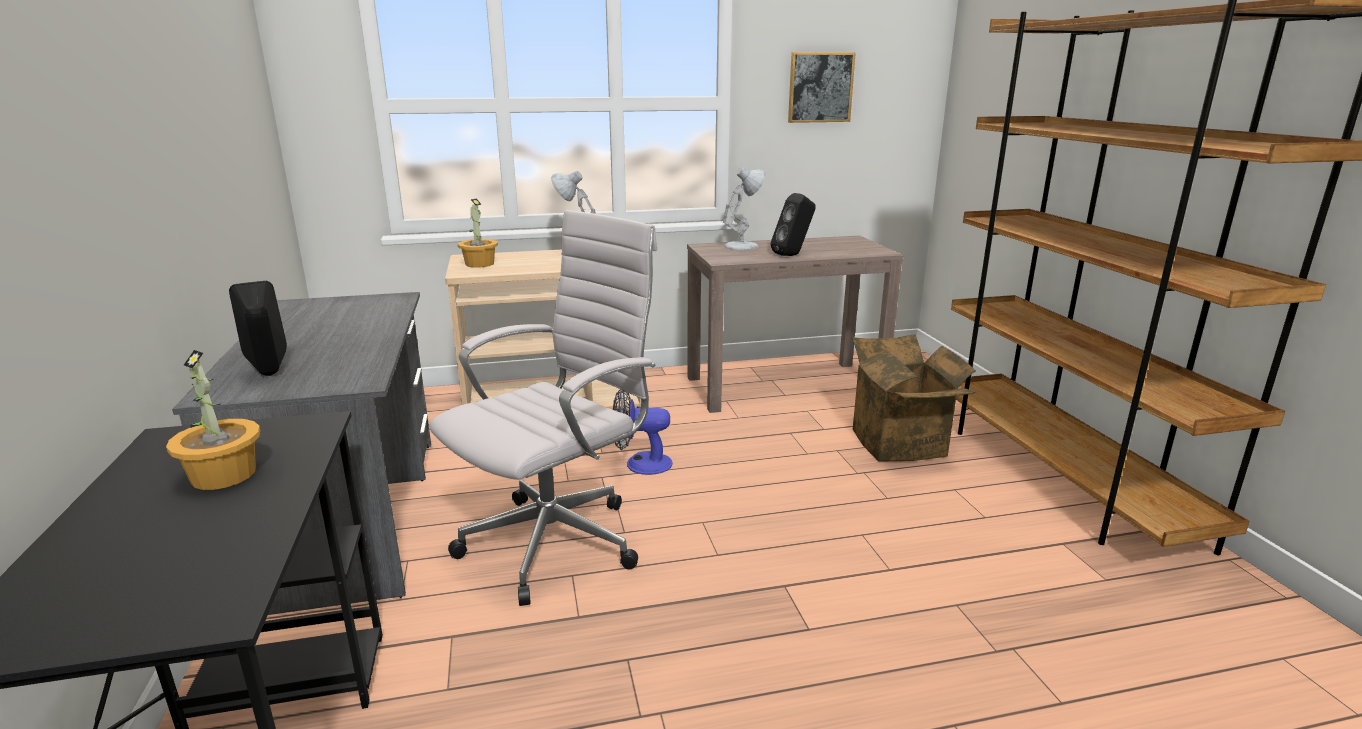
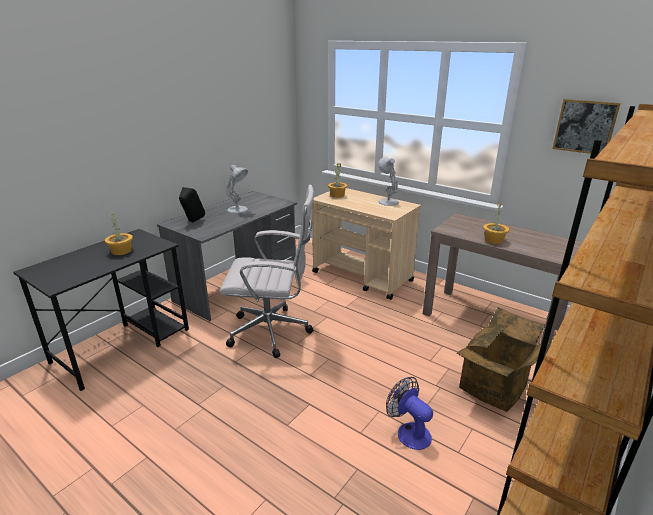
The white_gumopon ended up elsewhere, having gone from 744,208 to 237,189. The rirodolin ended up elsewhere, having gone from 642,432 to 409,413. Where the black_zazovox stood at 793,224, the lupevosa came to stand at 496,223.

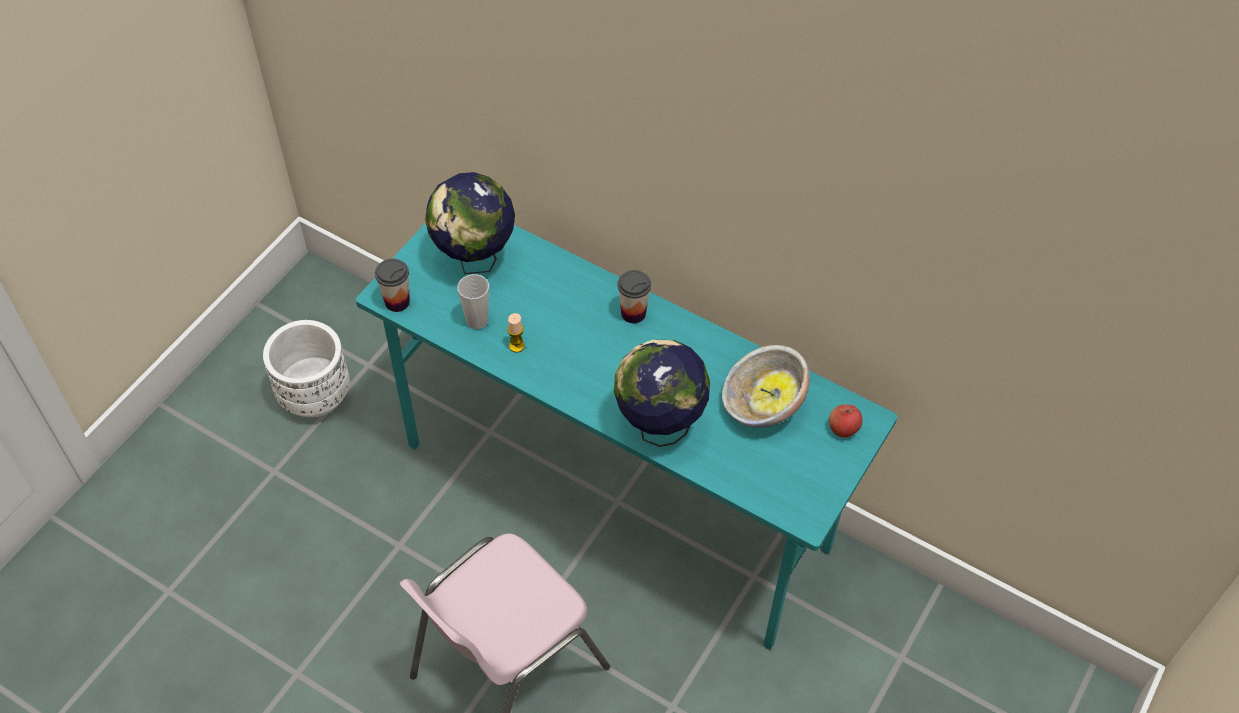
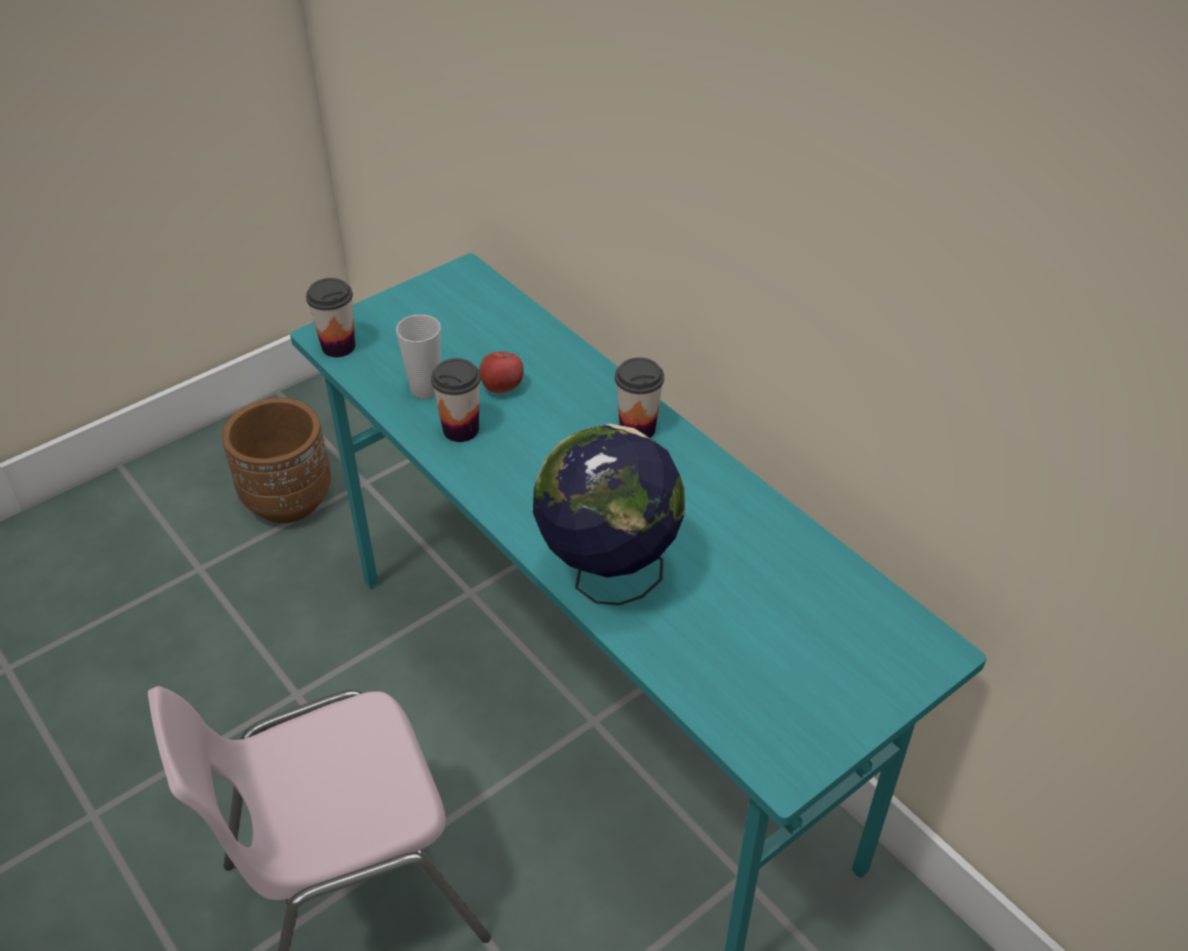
What was the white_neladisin at 306,369 turned into the brown_neladisin at 276,460. Where the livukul stood at 516,333, the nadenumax came to stand at 456,400. The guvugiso ended up elsewhere, having gone from 845,421 to 501,372. The second view lost the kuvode at 470,223. The second view lost the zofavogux at 766,386.

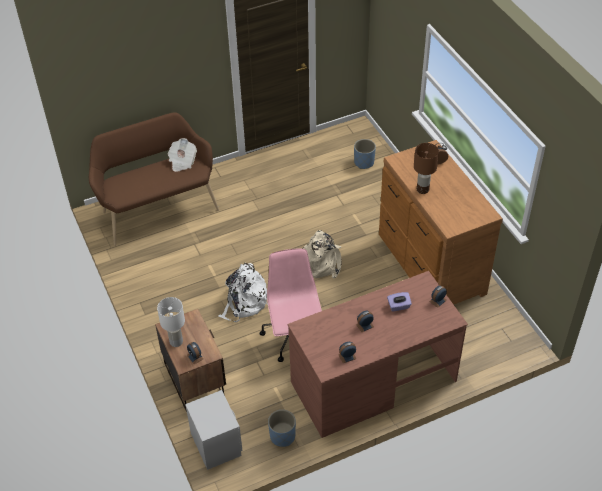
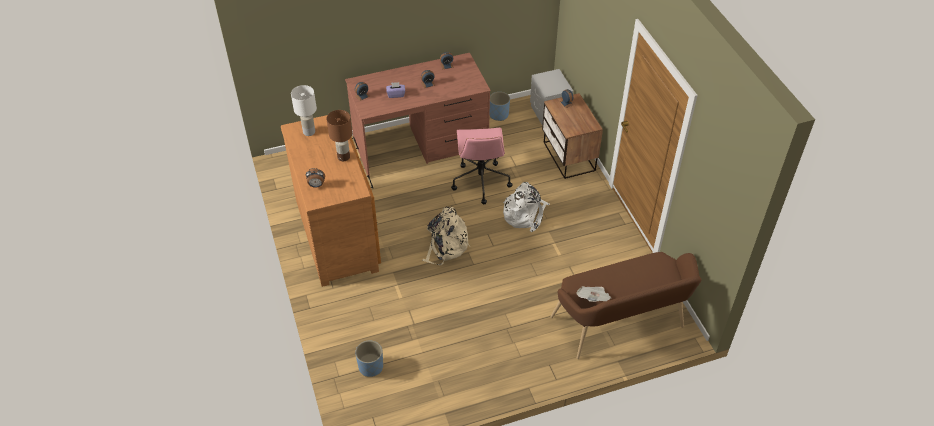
The white_gumopon ended up elsewhere, having gone from 171,322 to 304,110.

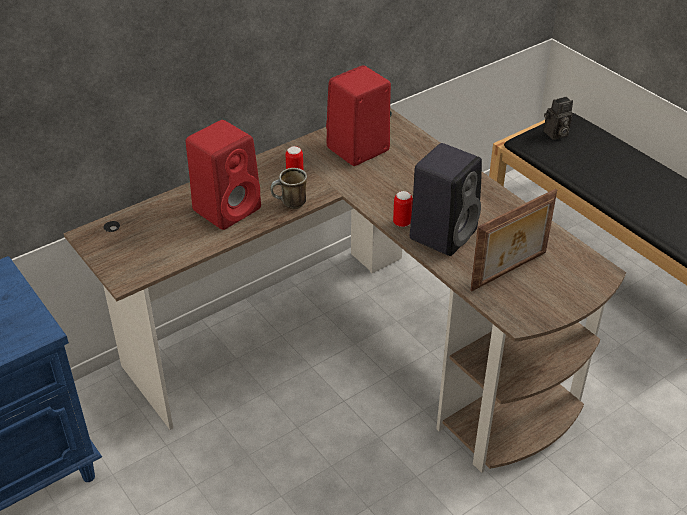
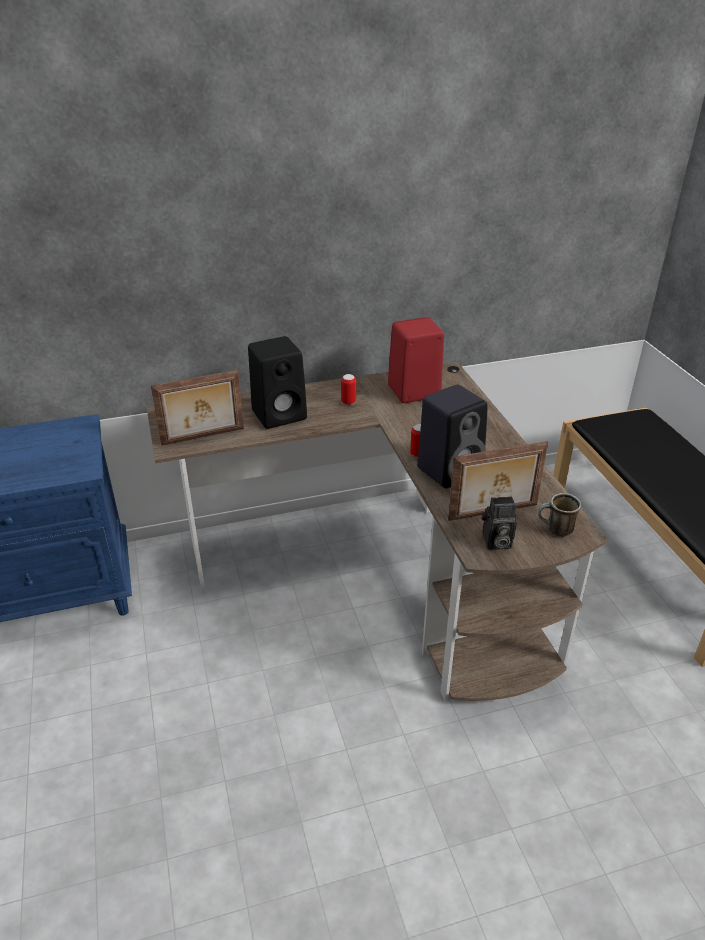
The second view gained the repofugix at 197,408. What was the red_zazovox at 223,175 turned into the black_zazovox at 277,382. The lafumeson ended up elsewhere, having gone from 558,118 to 499,523. The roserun ended up elsewhere, having gone from 288,188 to 559,515.

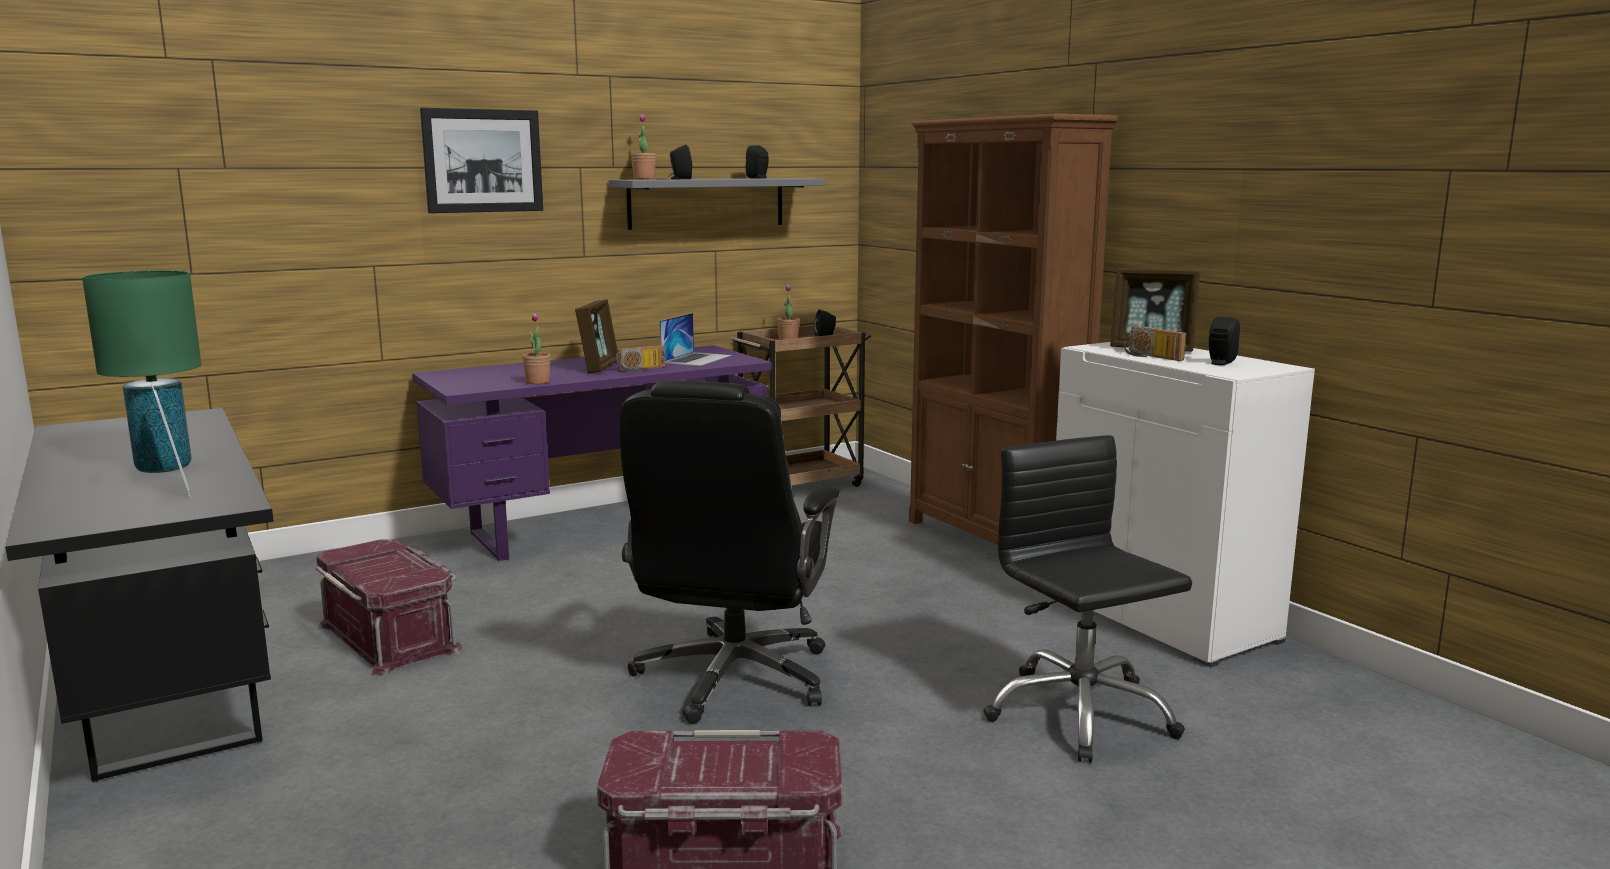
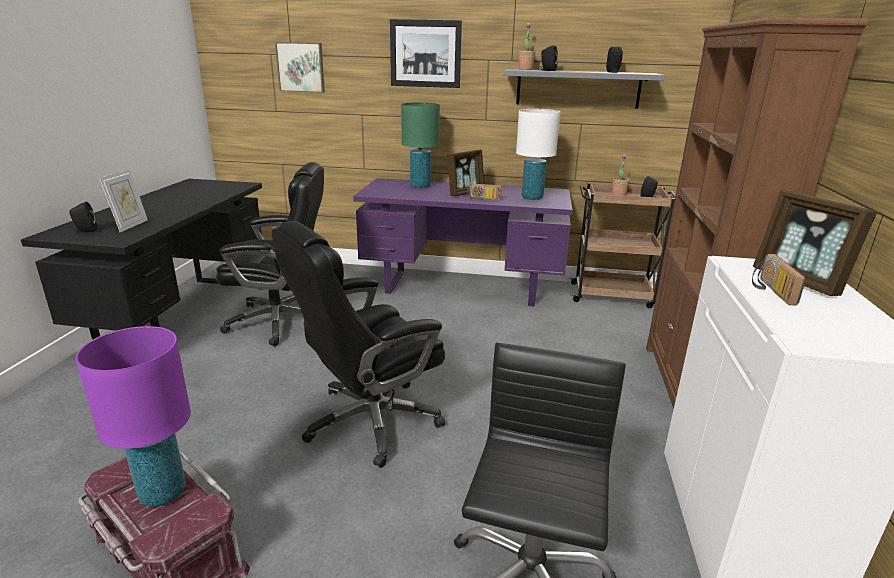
The black_zazovox ended up elsewhere, having gone from 1224,340 to 83,217. The second view gained the purple_gumopon at 133,416. Where the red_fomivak stood at 389,607, the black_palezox came to stand at 270,254. The second view gained the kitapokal at 300,67. The green_gumopon ended up elsewhere, having gone from 141,371 to 420,145. Where the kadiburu stood at 695,339, the white_gumopon came to stand at 538,154. The second view lost the lupevosa at 536,348.

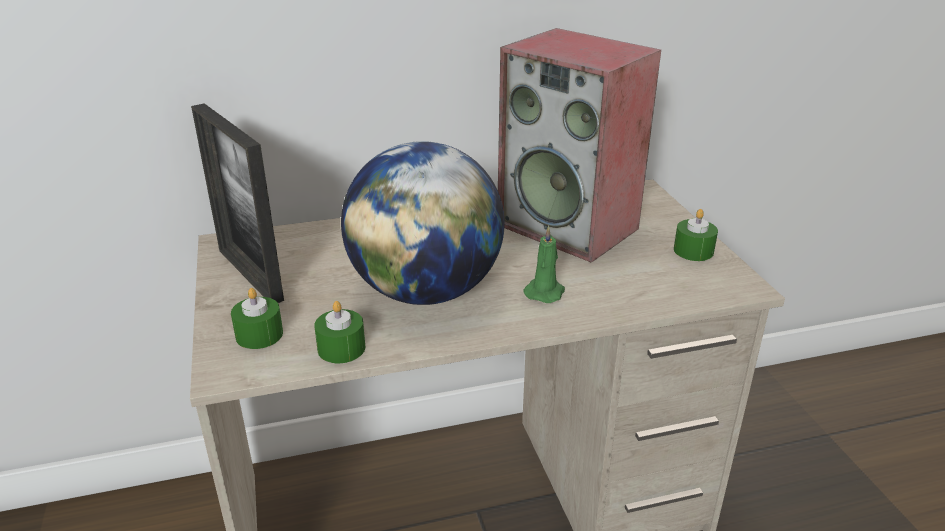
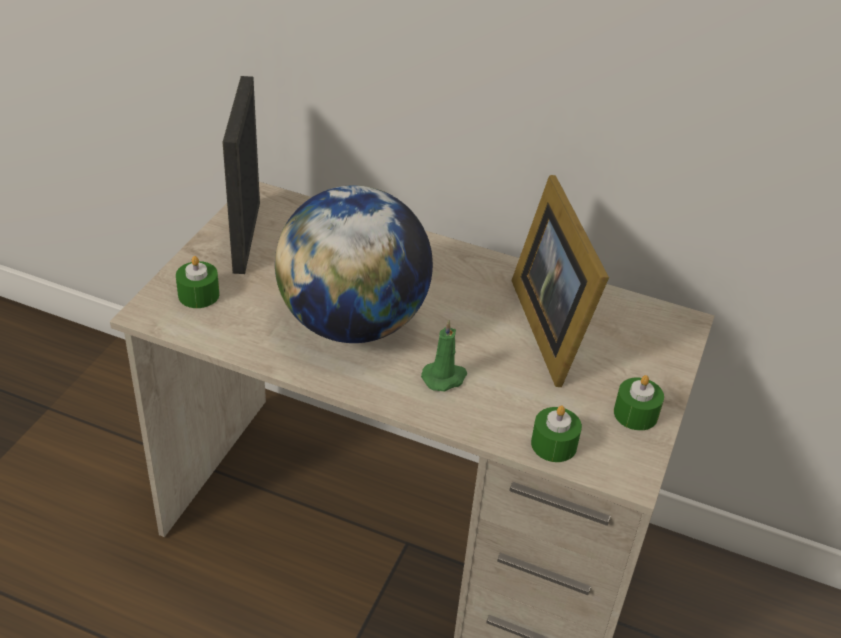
Where the zazovox stood at 579,145, the repofugix came to stand at 560,281. The green_livukul ended up elsewhere, having gone from 339,332 to 556,433.

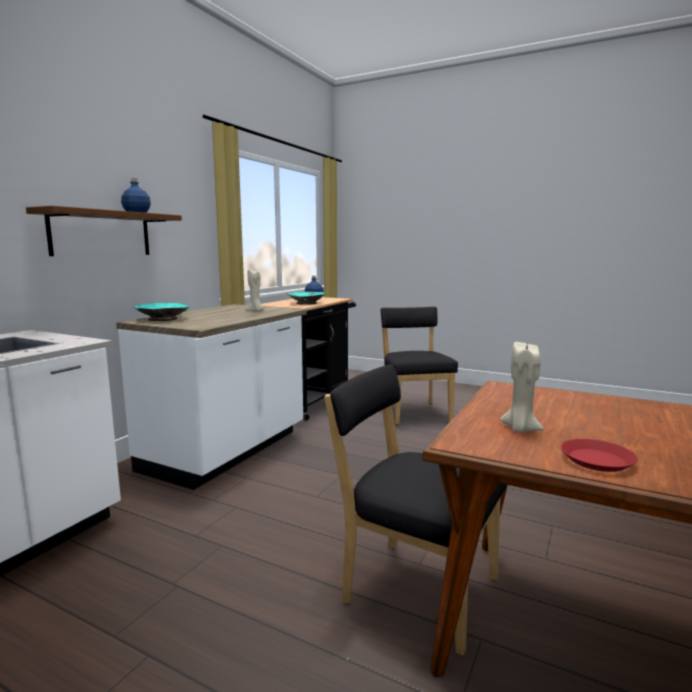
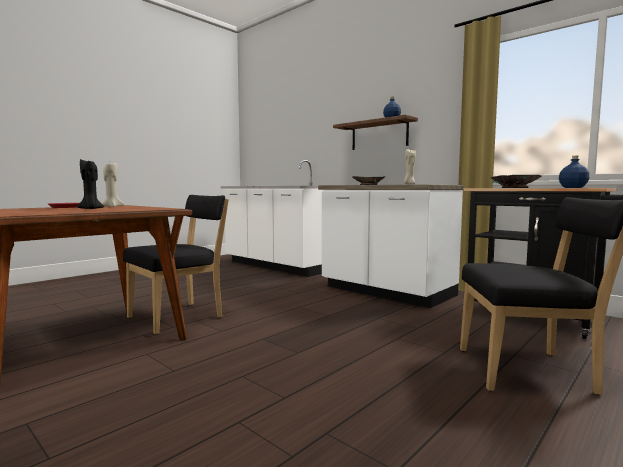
The second view gained the black_livukul at 91,184.

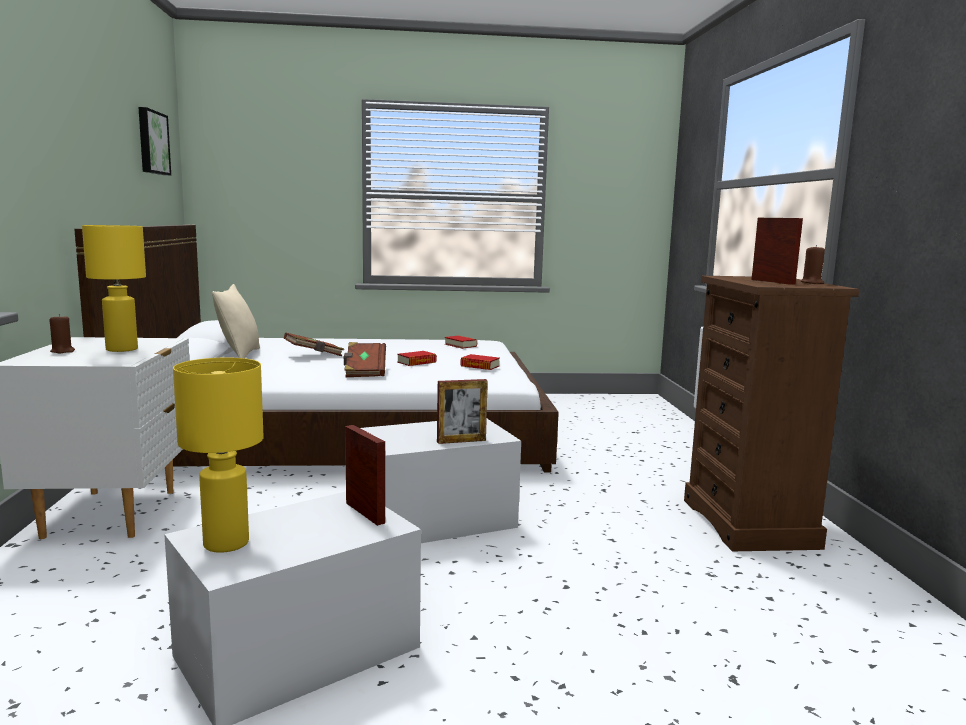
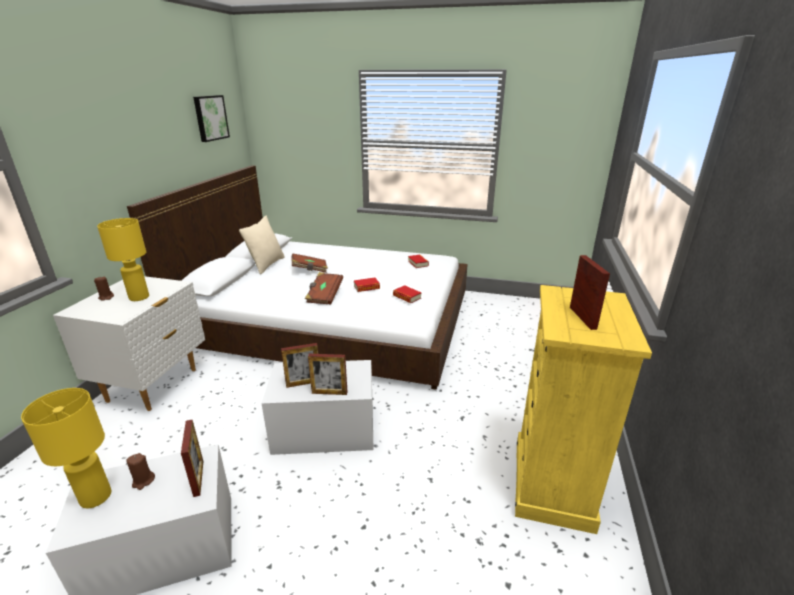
The brown_livukul ended up elsewhere, having gone from 813,264 to 141,471. The second view gained the repofugix at 299,365. What was the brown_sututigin at 771,413 turned into the yellow_sututigin at 583,409.

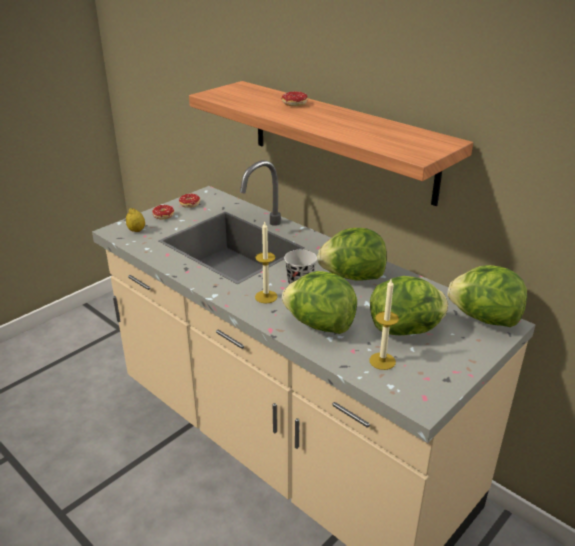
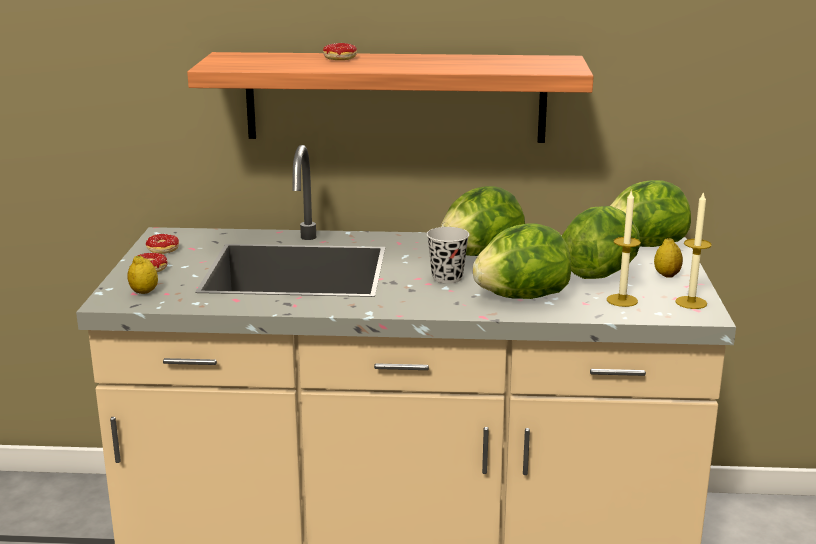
The second view gained the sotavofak at 668,258. The livukul ended up elsewhere, having gone from 266,263 to 693,250.

